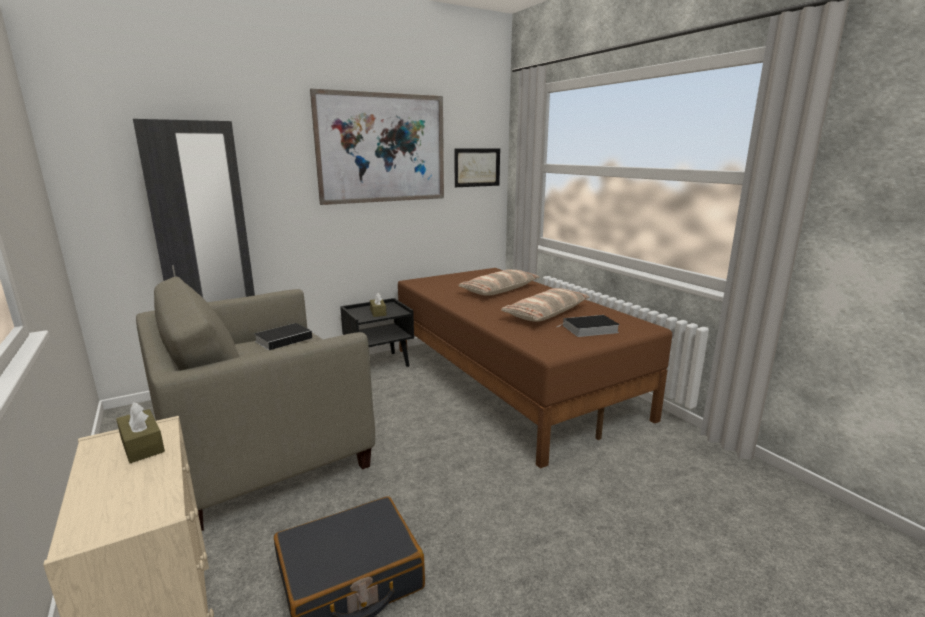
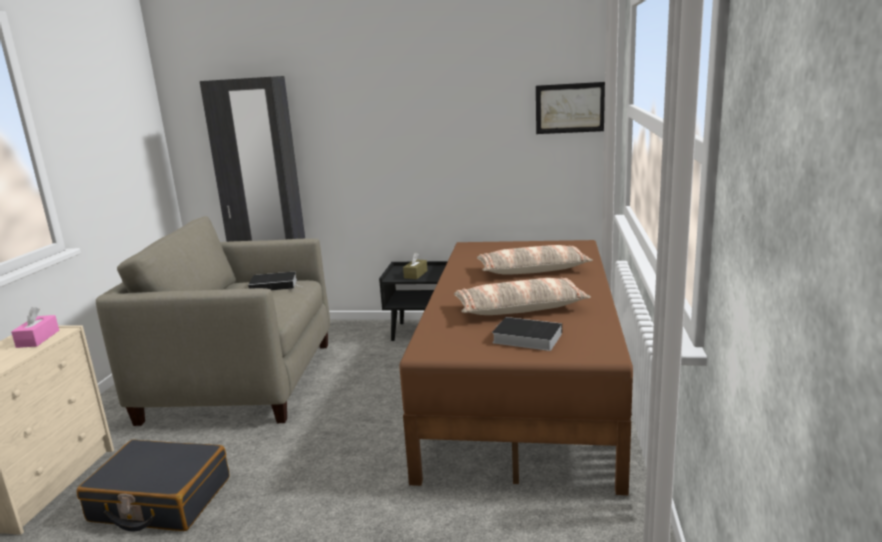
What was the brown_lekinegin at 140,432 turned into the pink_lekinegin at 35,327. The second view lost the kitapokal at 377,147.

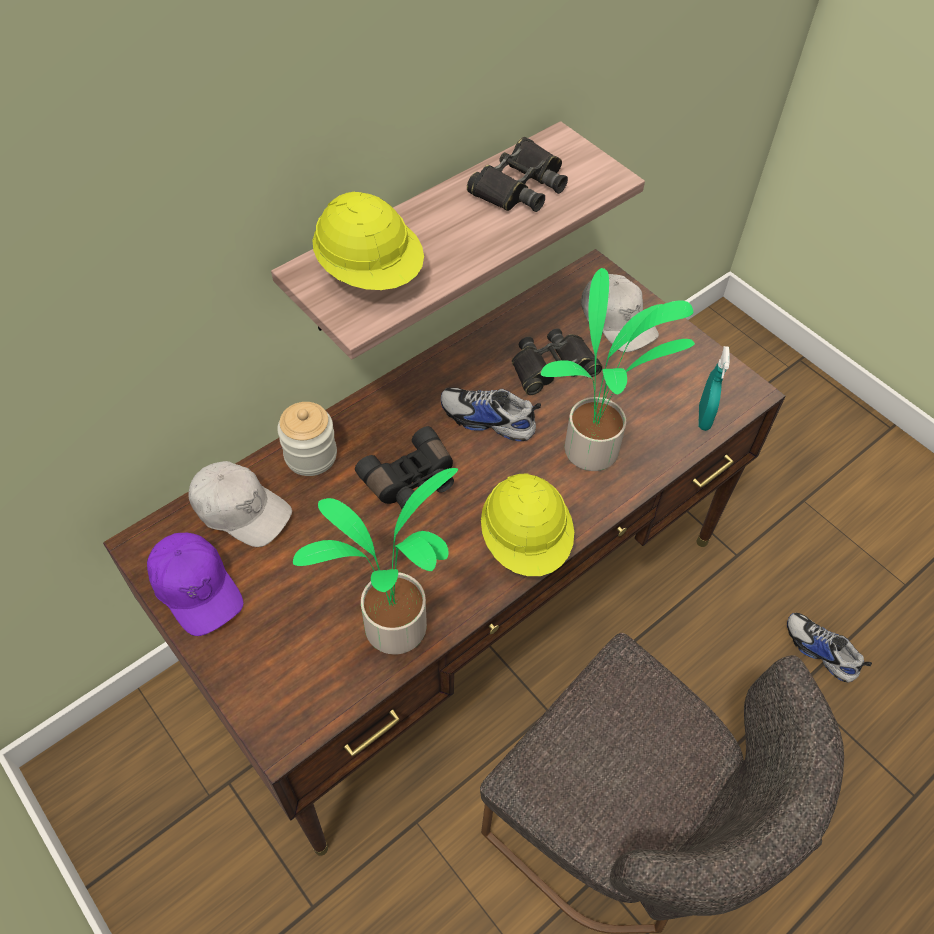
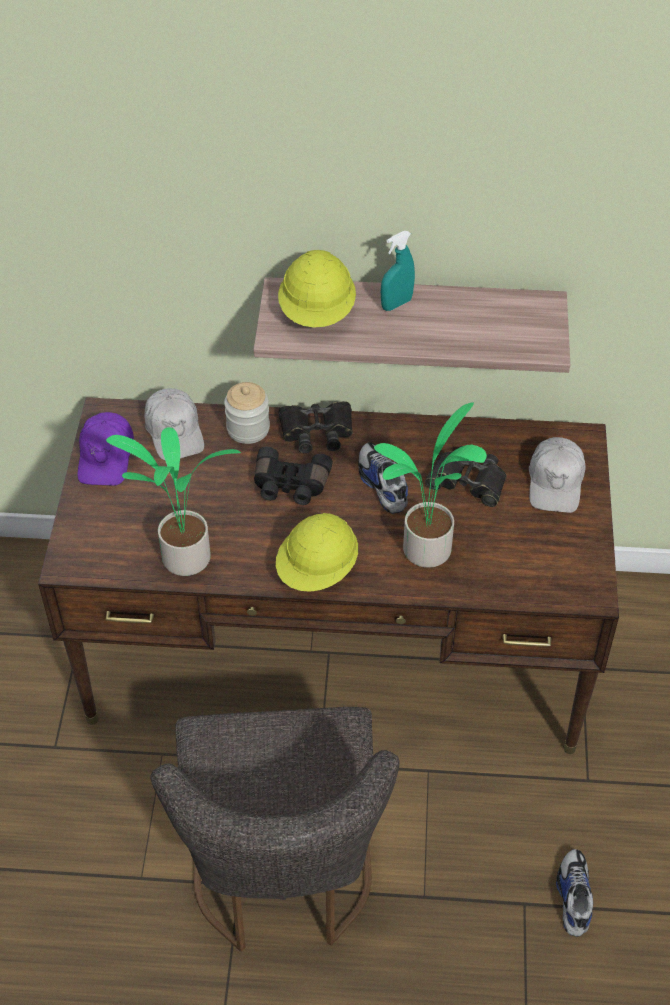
The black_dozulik ended up elsewhere, having gone from 517,174 to 315,427. The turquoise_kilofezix ended up elsewhere, having gone from 714,388 to 398,271.

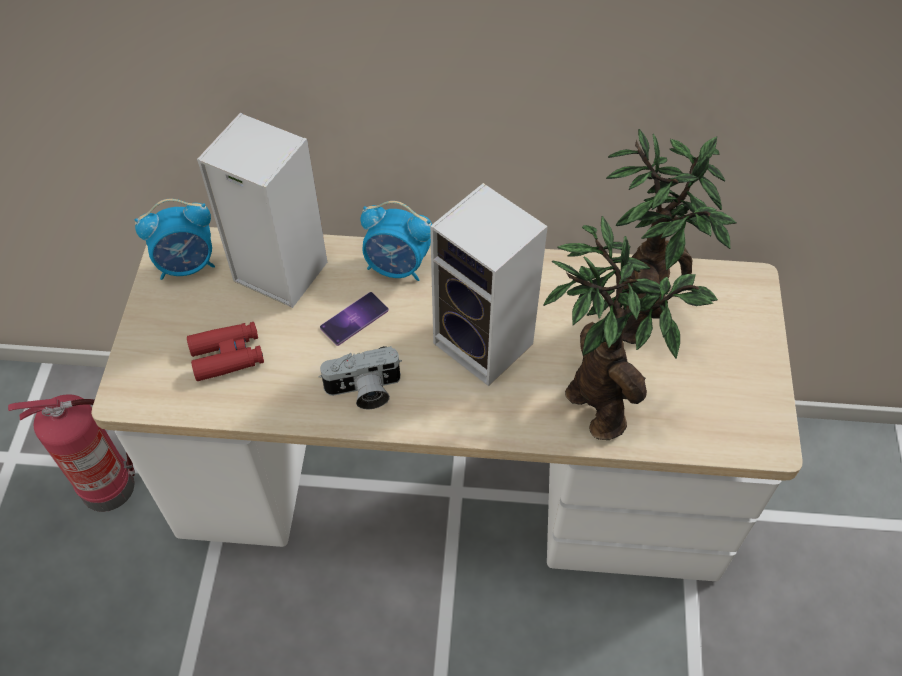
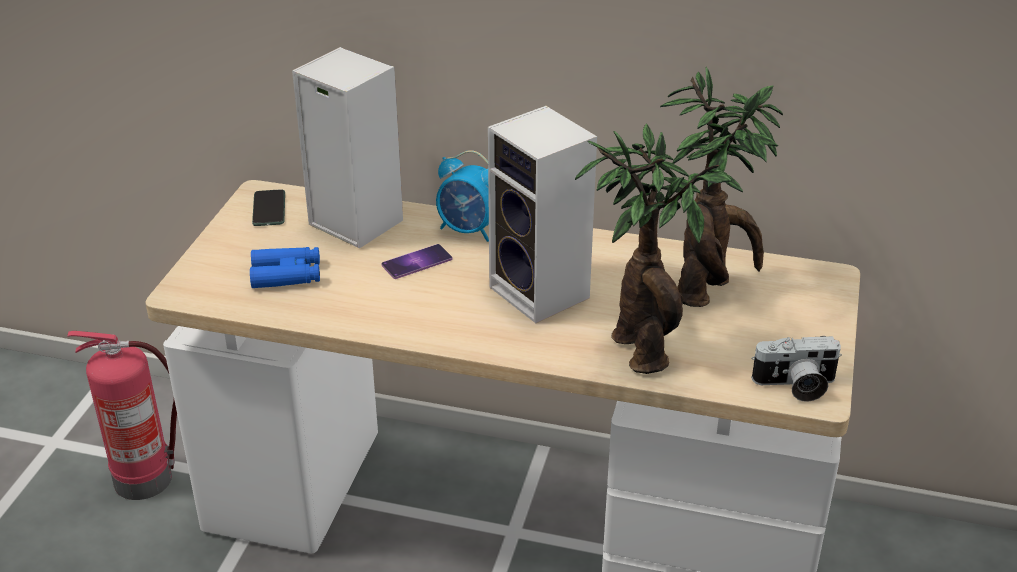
What was the red_dozulik at 225,351 turned into the blue_dozulik at 285,267. Where the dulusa stood at 175,239, the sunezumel came to stand at 268,207. The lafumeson ended up elsewhere, having gone from 360,377 to 796,369.

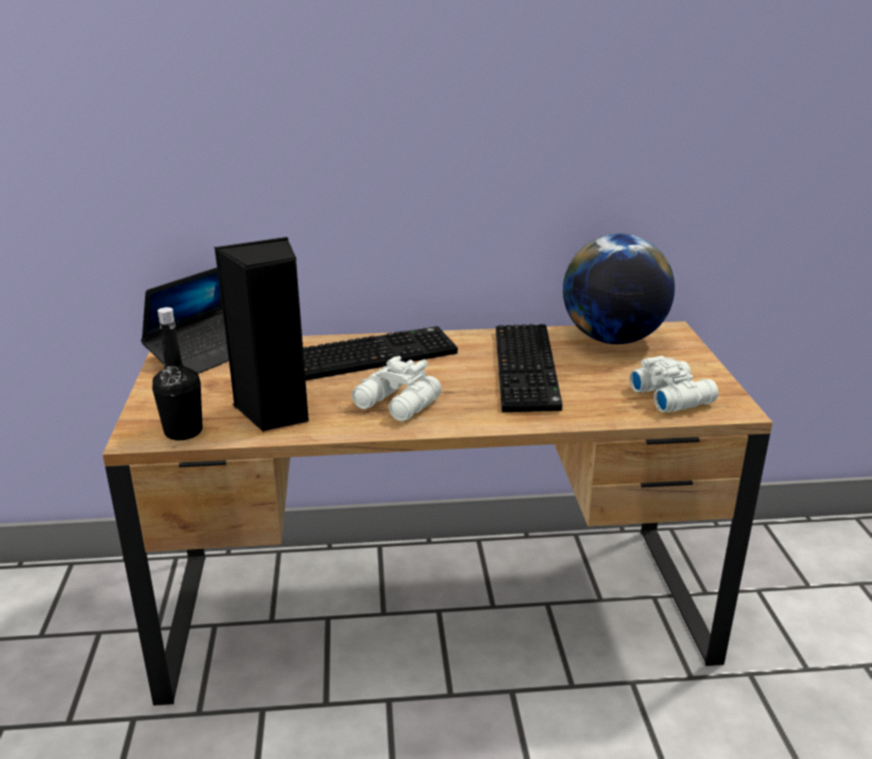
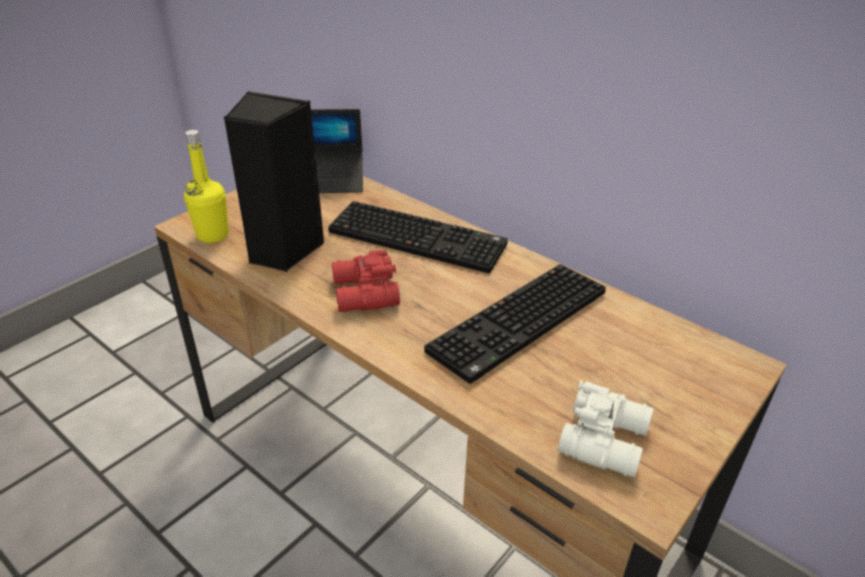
What was the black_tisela at 177,373 turned into the yellow_tisela at 206,186. What was the white_dozulik at 397,388 turned into the red_dozulik at 366,281. The second view lost the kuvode at 619,288.

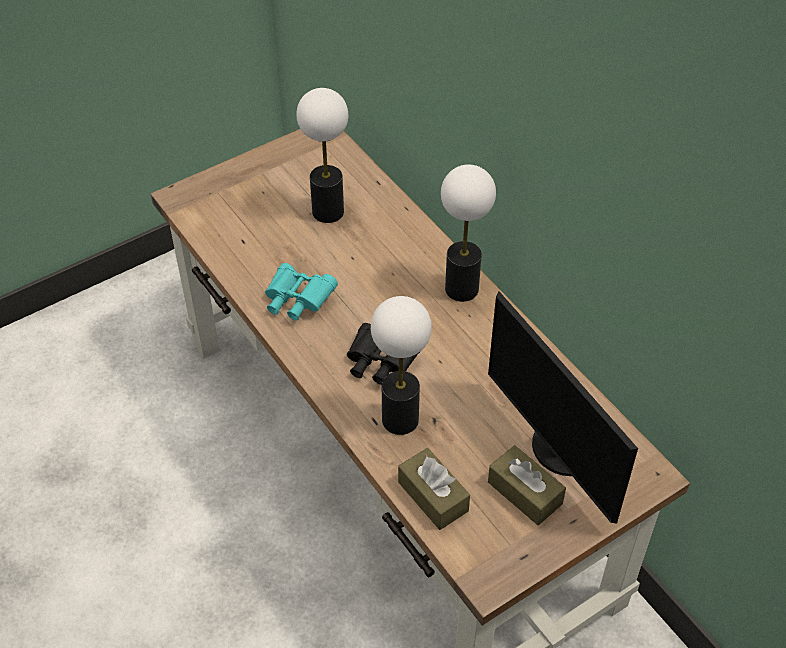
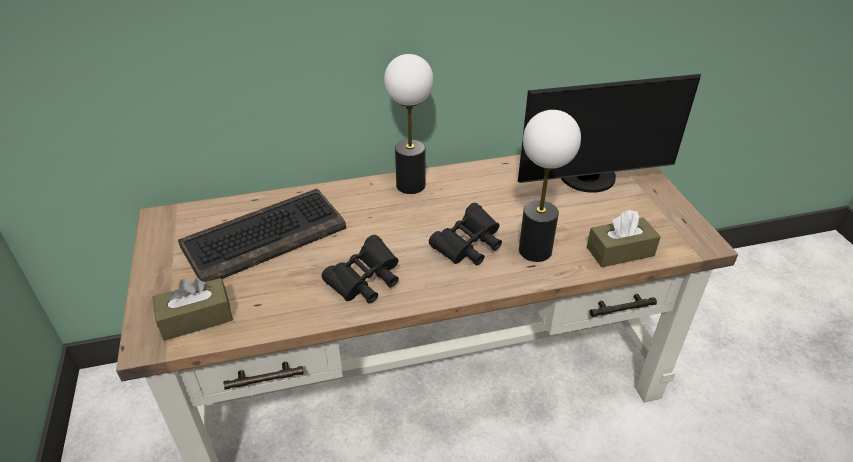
The brown_lekinegin ended up elsewhere, having gone from 527,485 to 192,309. Where the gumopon stood at 322,155, the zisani came to stand at 262,235. What was the turquoise_dozulik at 301,292 turned into the black_dozulik at 360,269.

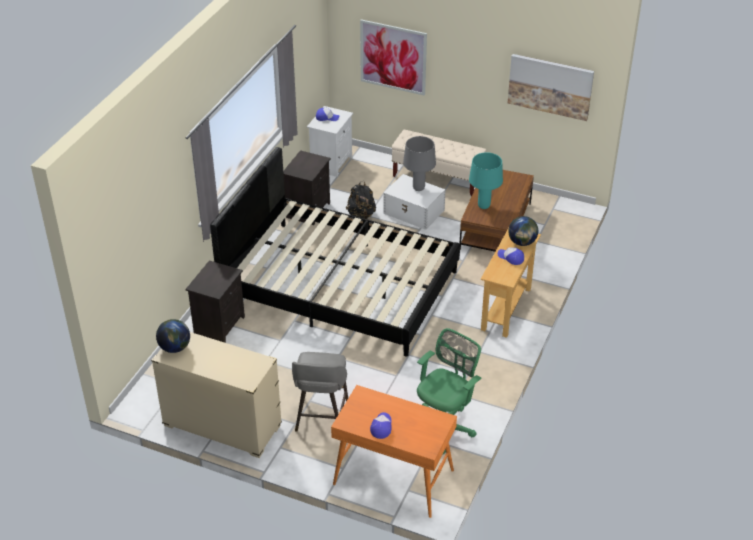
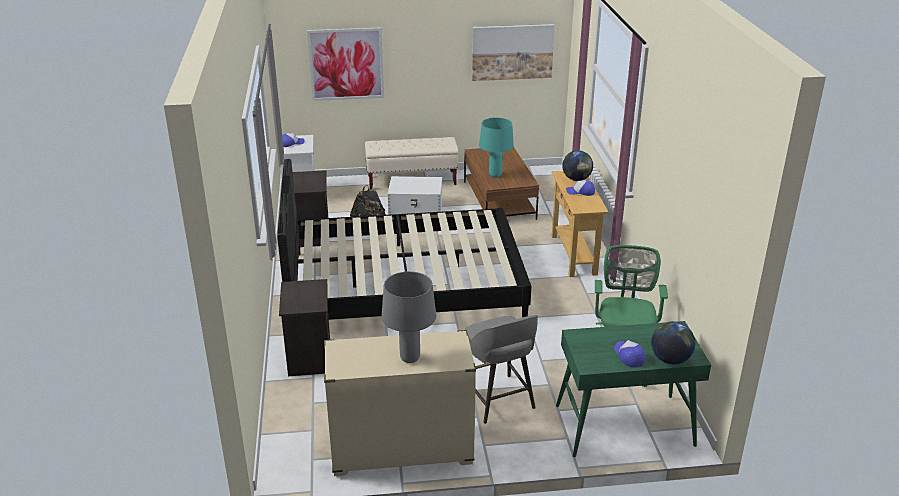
The grey_gumopon ended up elsewhere, having gone from 419,163 to 409,317. What was the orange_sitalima at 394,451 turned into the green_sitalima at 633,389. The kuvode ended up elsewhere, having gone from 173,336 to 673,342.

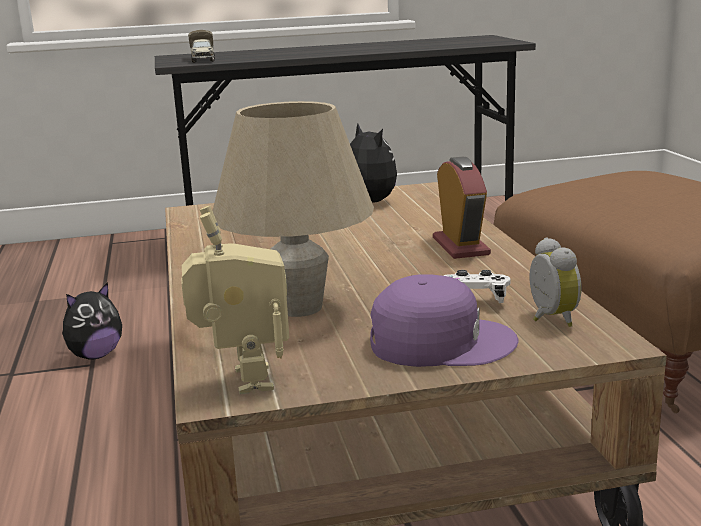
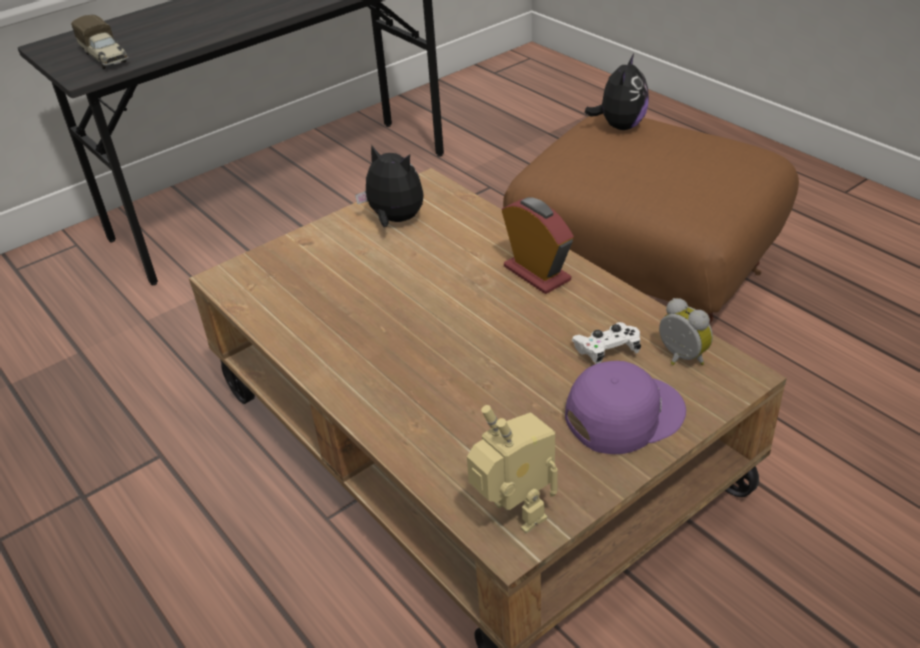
The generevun ended up elsewhere, having gone from 92,321 to 617,92. The second view lost the beige_gumopon at 293,209.

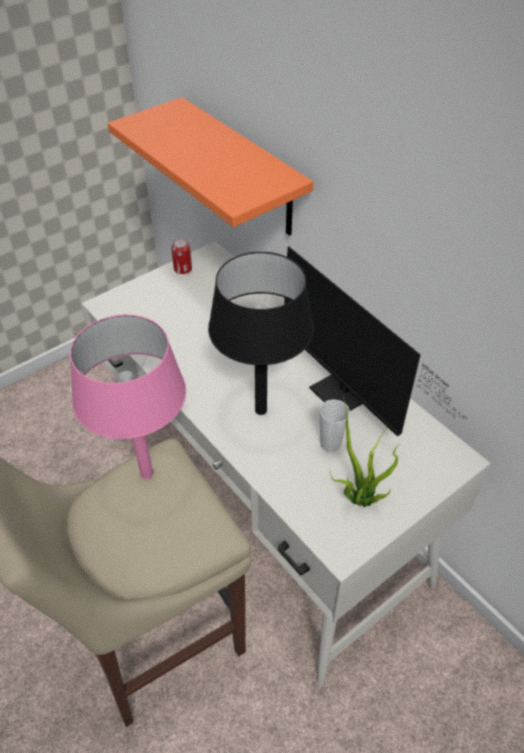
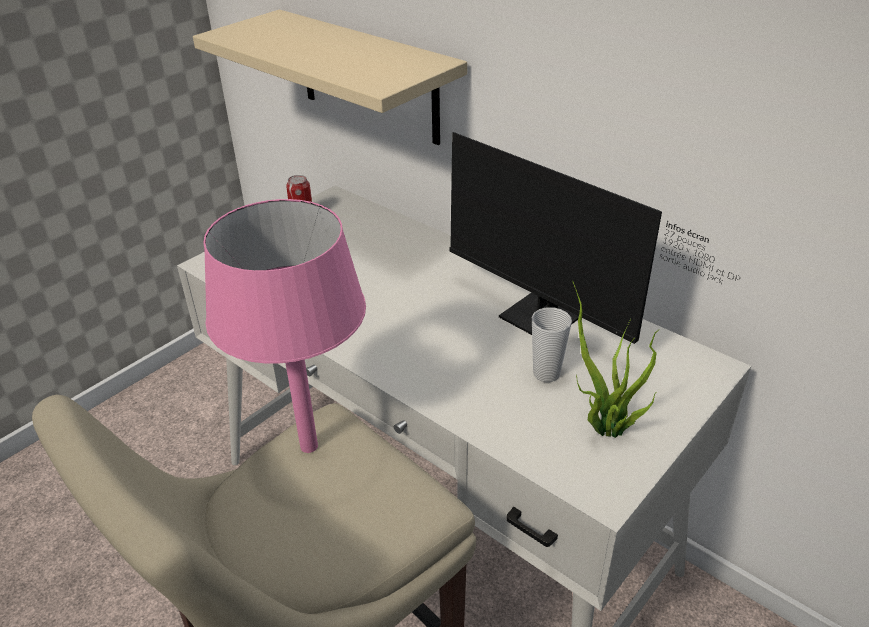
What was the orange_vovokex at 210,166 turned into the beige_vovokex at 330,77. The second view lost the black_gumopon at 261,333.

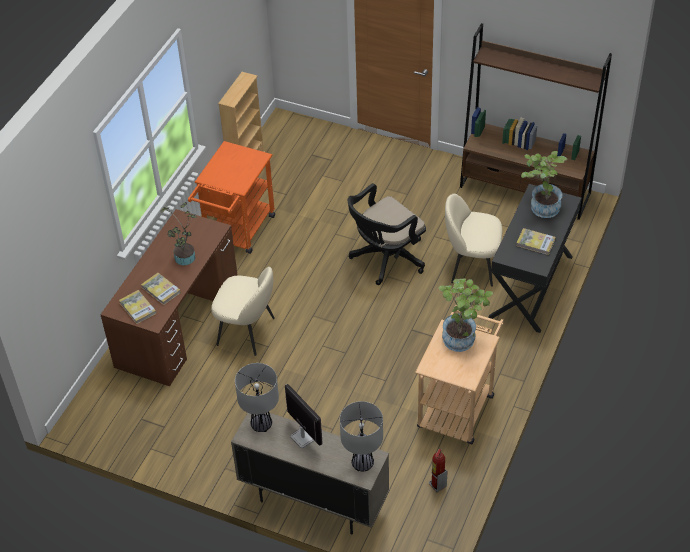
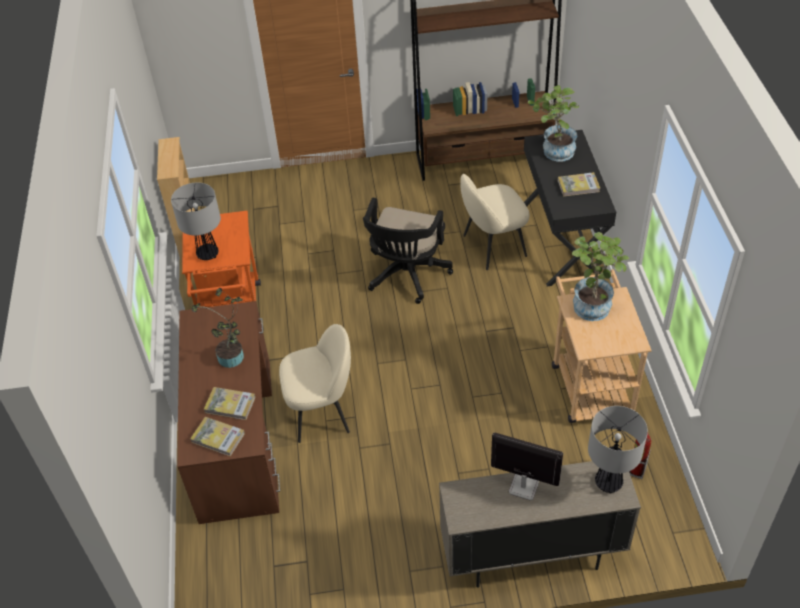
The gumopon ended up elsewhere, having gone from 257,397 to 196,221.

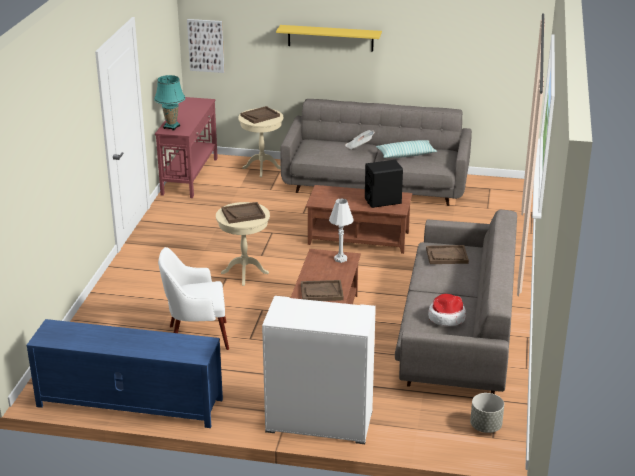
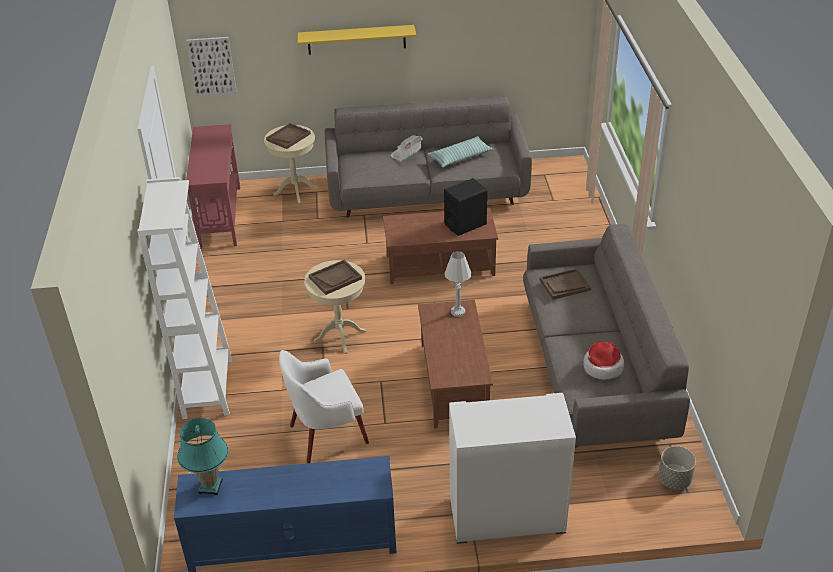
The second view gained the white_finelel at 185,298. The turquoise_gumopon ended up elsewhere, having gone from 169,103 to 203,456. The second view lost the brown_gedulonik at 322,290.

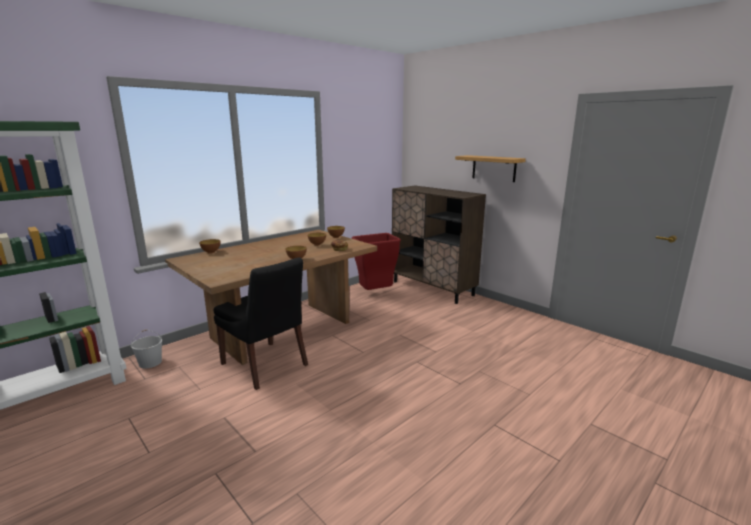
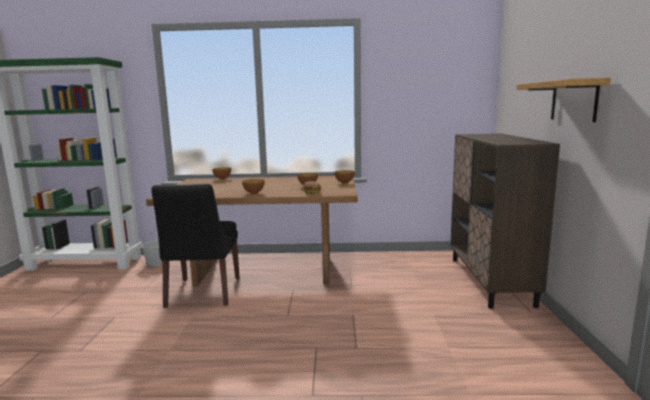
The second view lost the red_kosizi at 376,261.

